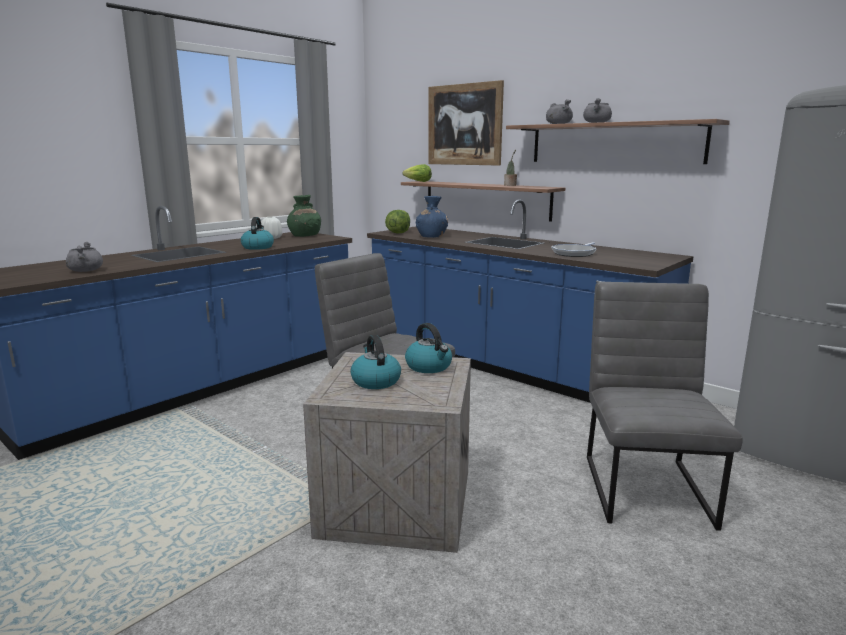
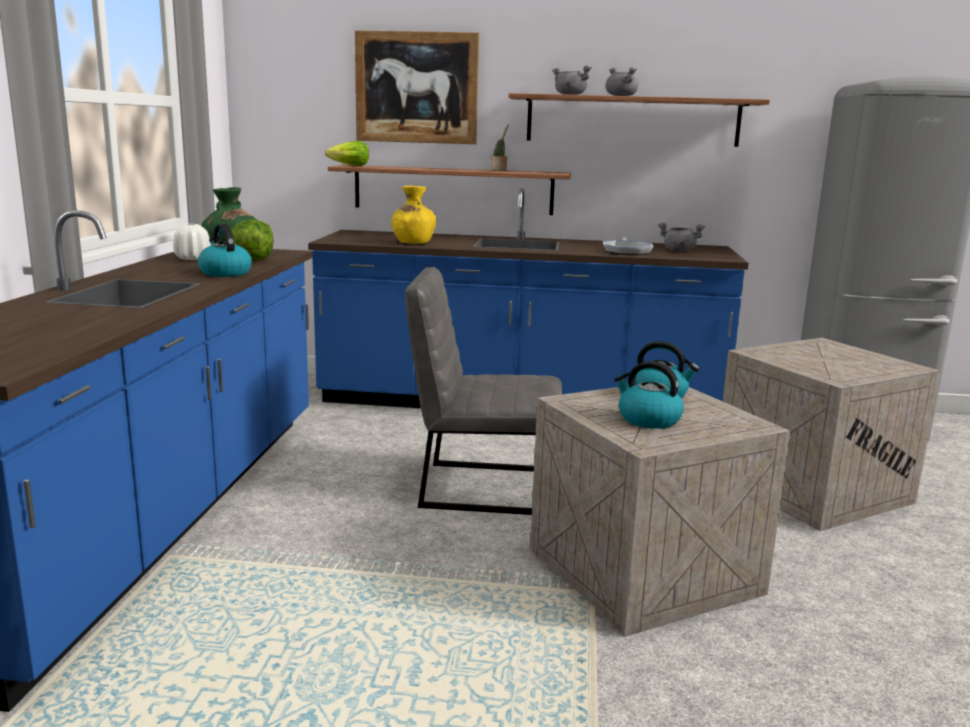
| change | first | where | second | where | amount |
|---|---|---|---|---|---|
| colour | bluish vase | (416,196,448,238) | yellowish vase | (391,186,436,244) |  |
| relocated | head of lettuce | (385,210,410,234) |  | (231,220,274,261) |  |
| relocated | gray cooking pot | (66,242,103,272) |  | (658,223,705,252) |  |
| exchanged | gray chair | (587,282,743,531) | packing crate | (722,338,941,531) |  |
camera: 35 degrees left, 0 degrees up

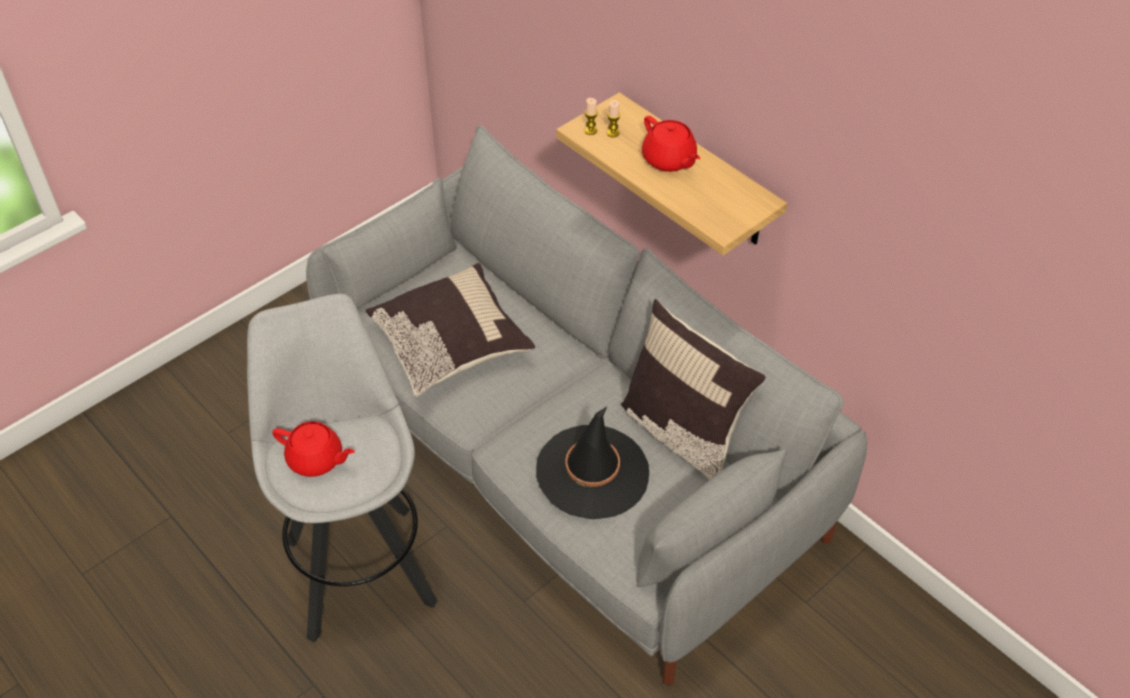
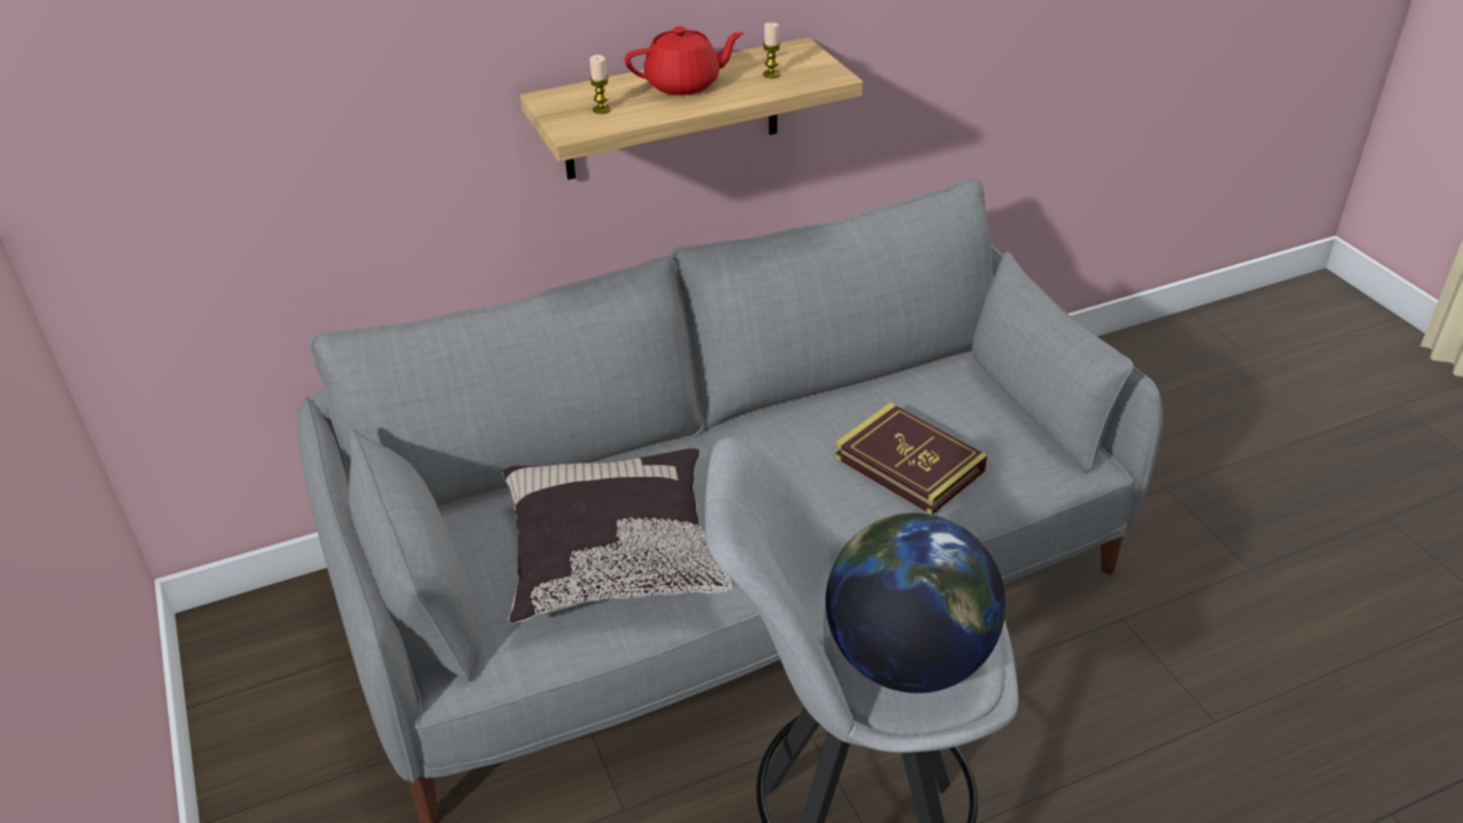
| change | first | where | second | where | amount |
|---|---|---|---|---|---|
| relocated | wax candle | (585,98,598,135) |  | (763,23,781,78) |  |
| missing | throw pillow | (621,299,766,480) |  |  |  |
| exchanged | black clothing hat | (536,406,649,519) | volume | (835,403,987,515) |  |
| exchanged | red tea pot | (273,421,355,477) | world globe | (826,513,1006,693) |  |
camera: 70 degrees left, 10 degrees down

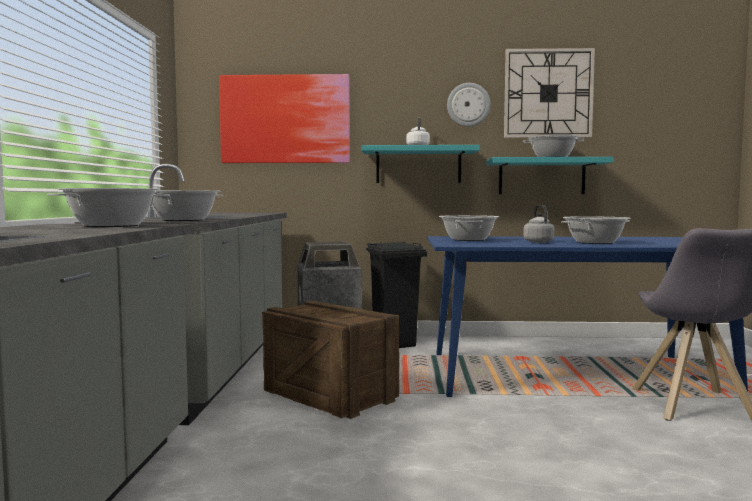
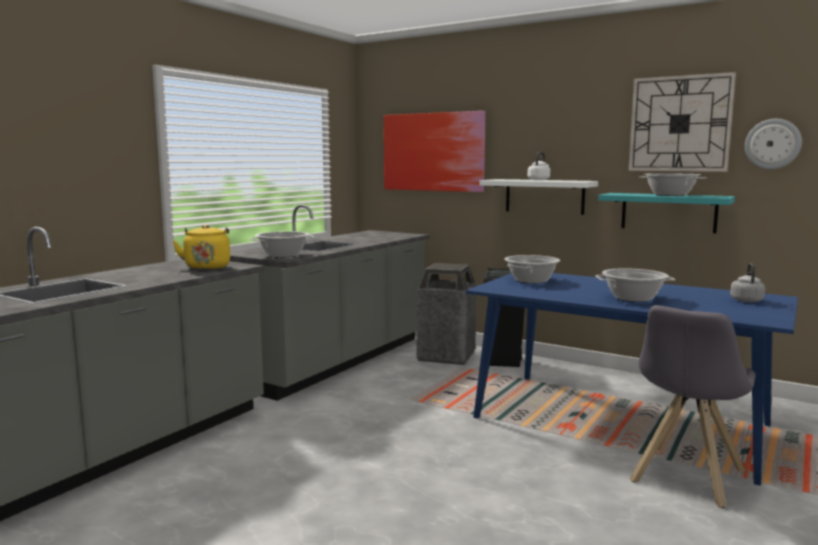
| change | first | where | second | where | amount |
|---|---|---|---|---|---|
| relocated | clock on the wall | (447,83,490,127) |  | (745,119,802,169) |  |
| colour | turquoise-coloured wall shelf | (361,145,480,183) | white-coloured wall shelf | (479,179,598,215) |  |
| exchanged | cooking pot | (47,188,169,227) | yellowish kettle | (173,225,230,270) |  |
| relocated | gray kettle | (523,205,554,243) |  | (730,263,766,303) |  |
| missing | packing crate | (262,301,399,419) |  |  |  |
camera: 30 degrees right, 5 degrees up

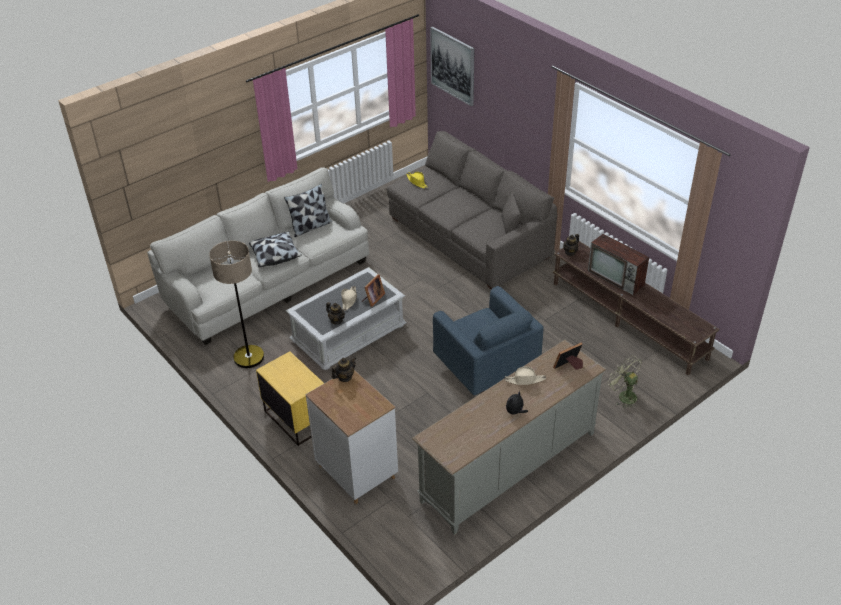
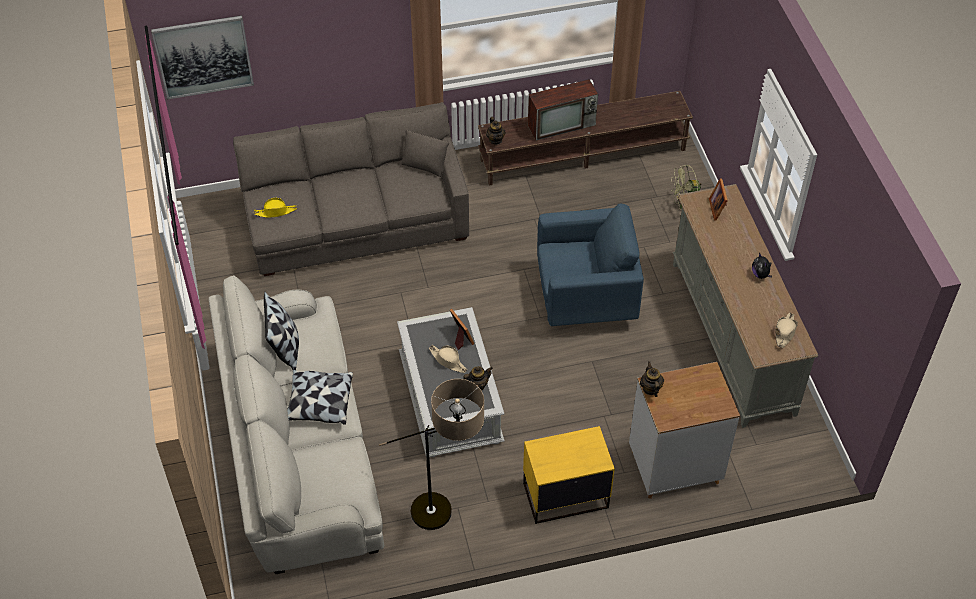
| change | first | where | second | where | amount |
|---|---|---|---|---|---|
| relocated | beige-coloured clothing hat | (505,366,546,385) |  | (775,313,798,348) |  |
camera: 65 degrees left, 10 degrees up

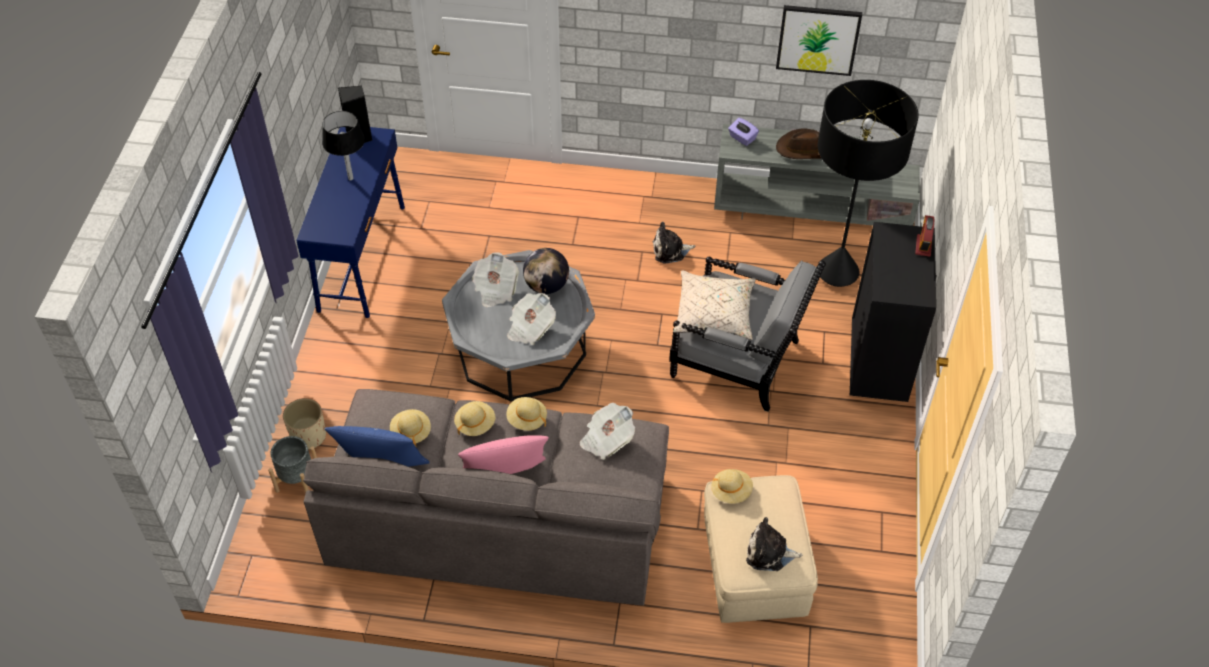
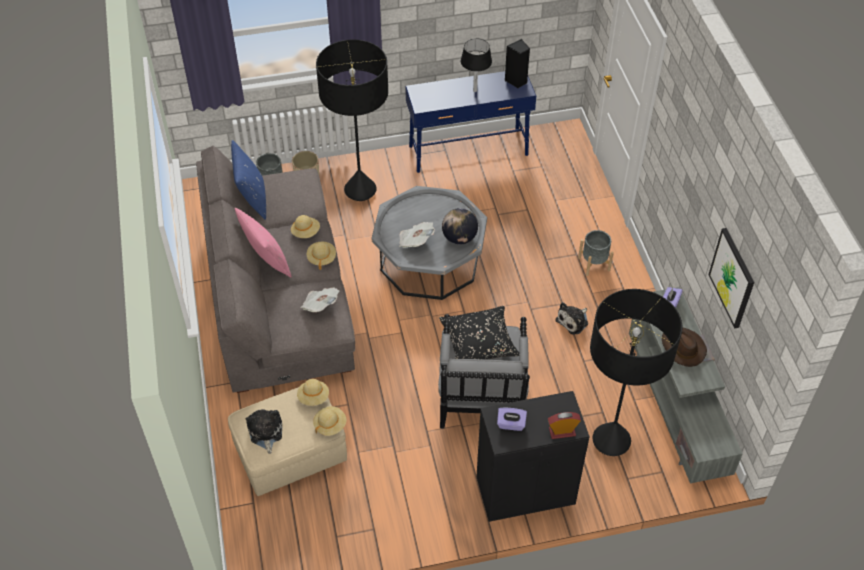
| change | first | where | second | where | amount |
|---|---|---|---|---|---|
| spun | soft toy | (653,222,695,263) |  | (555,302,588,335) | 105 degrees counterclockwise |
| missing | printed paper | (472,252,519,307) |  |  |  |
| colour | beige-coloured throw pillow | (673,270,756,340) | black throw pillow | (439,306,519,360) |  |
| relocated | beige-coloured clothing hat | (390,409,431,446) |  | (313,406,346,436) |  |
| appeared |  |  | black floor lamp | (316,39,388,201) |  |
| appeared |  |  | gray flower pot | (578,230,614,276) |  |
| appeared |  |  | purplish tissue holder | (497,407,527,431) |  |
camera: 70 degrees right, 0 degrees up

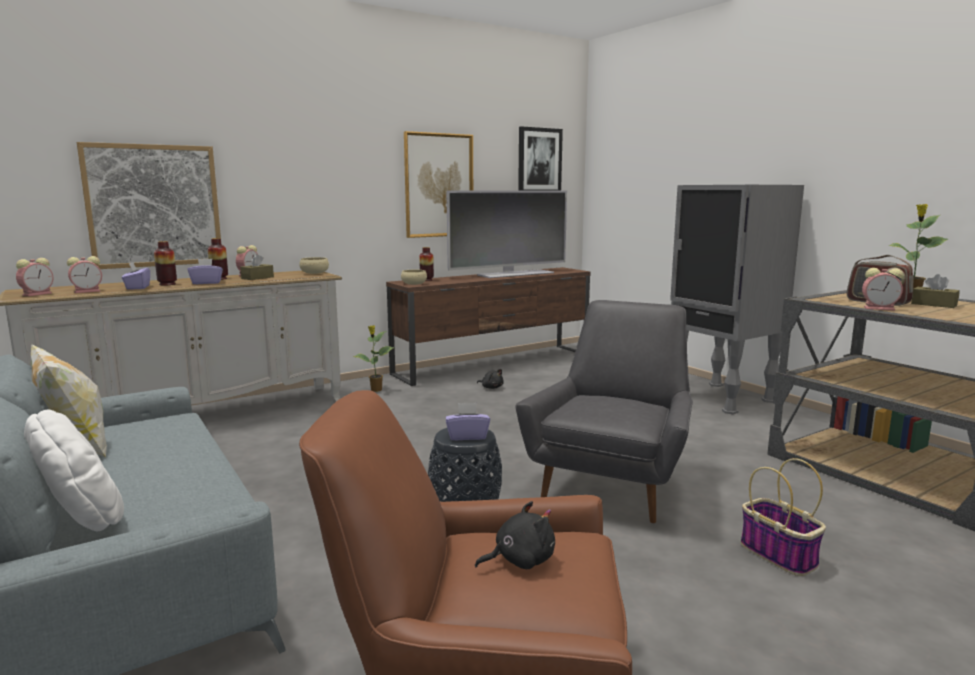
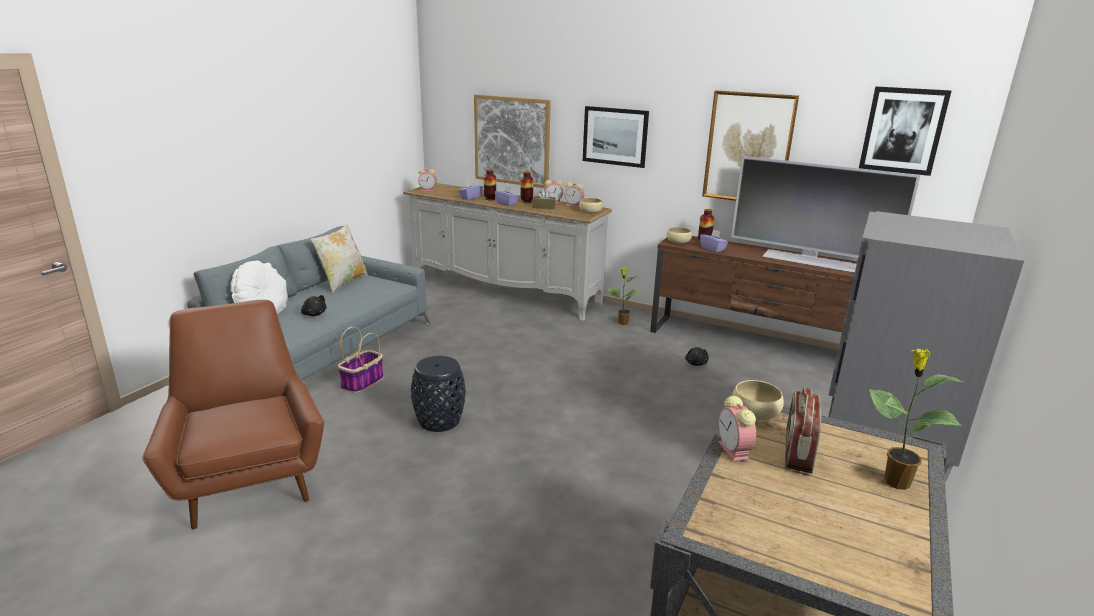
| change | first | where | second | where | amount |
|---|---|---|---|---|---|
| relocated | table clock | (67,256,102,293) |  | (564,182,584,207) |  |
| missing | brownish tissue holder | (911,274,960,308) |  |  |  |
| missing | gray armchair | (515,300,693,524) |  |  |  |
| relocated | purplish tissue holder | (446,403,490,440) |  | (700,229,728,252) |  |
| relocated | storage basket | (741,458,826,576) |  | (338,327,384,393) |  |
| relocated | black soft toy | (475,501,555,569) |  | (301,295,327,316) |  |
| appeared |  |  | wall art | (583,106,649,168) |  |
| appeared |  |  | beige-coloured serving bowl | (732,380,784,420) |  |
camera: 60 degrees right, 10 degrees up

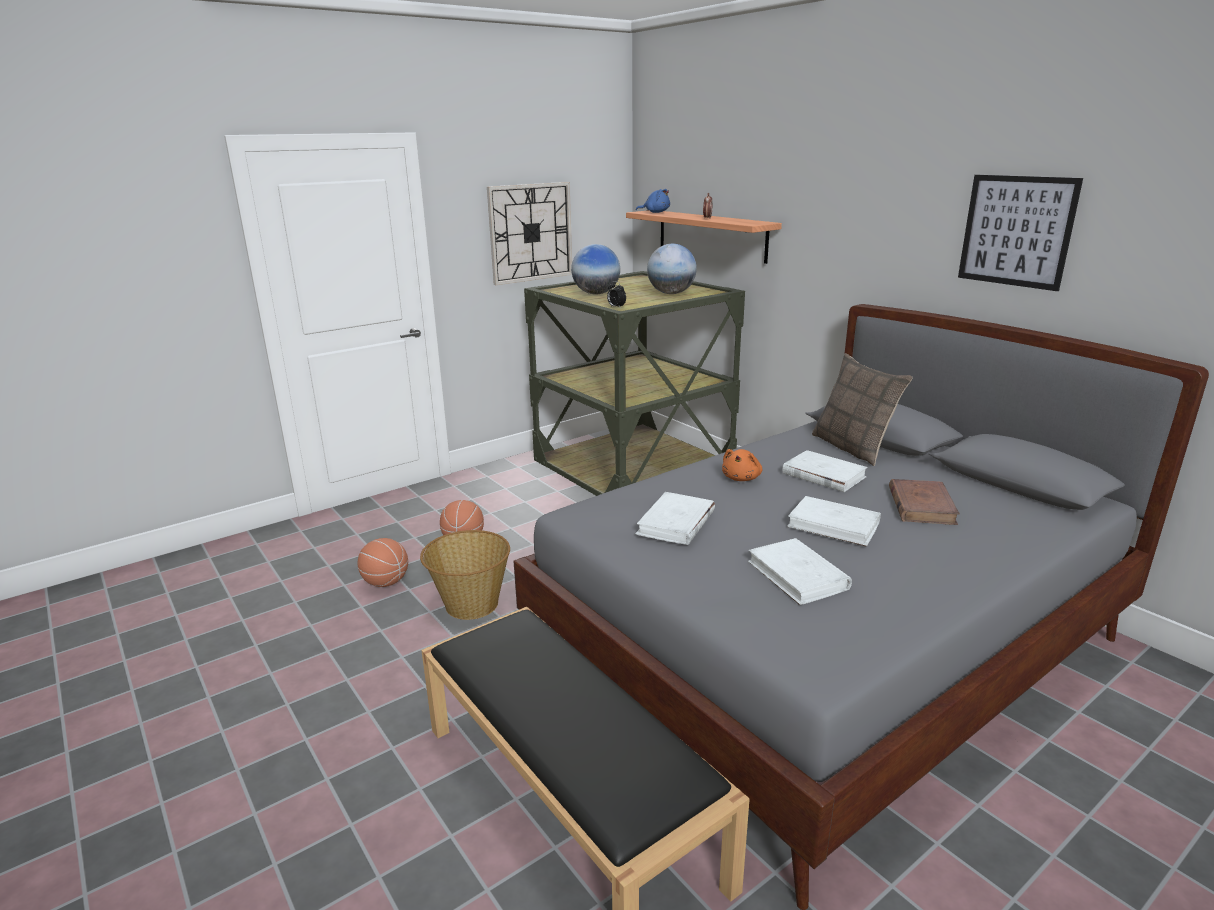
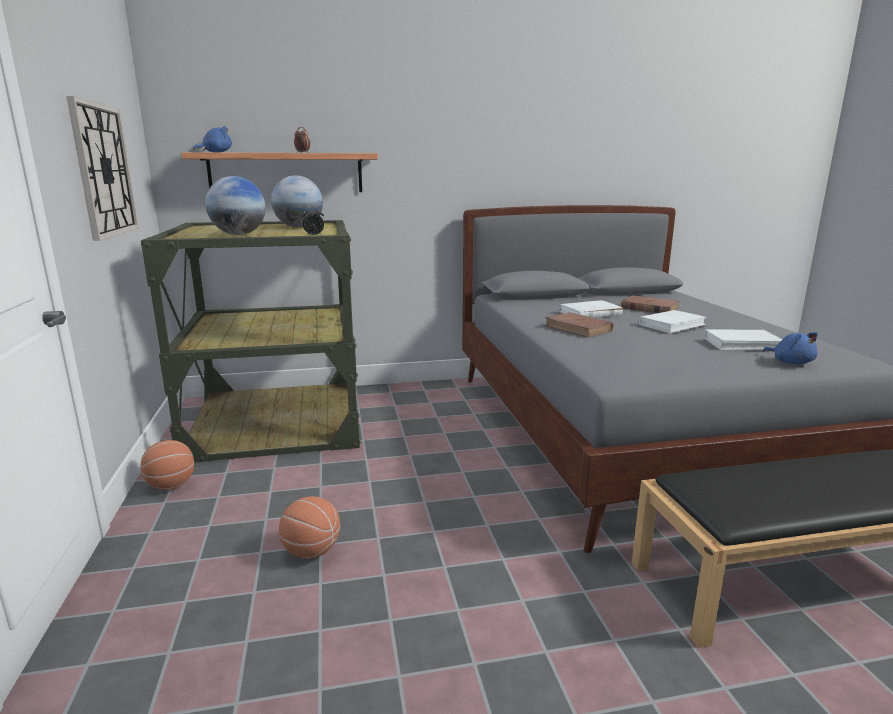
| change | first | where | second | where | amount |
|---|---|---|---|---|---|
| missing | wall art | (958,175,1083,291) |  |  |  |
| missing | throw pillow | (812,353,913,466) |  |  |  |
| exchanged | orangey soft toy | (722,449,762,481) | brownish volume | (545,312,614,338) |  |
| missing | white-coloured volume | (635,492,715,545) |  |  |  |
| missing | storage basket | (420,530,510,620) |  |  |  |
| relocated | ball for basketball | (357,538,408,587) |  | (140,440,194,490) |  |
| appeared |  |  | bluish soft toy | (763,332,818,364) |  |
camera: 65 degrees left, 5 degrees down

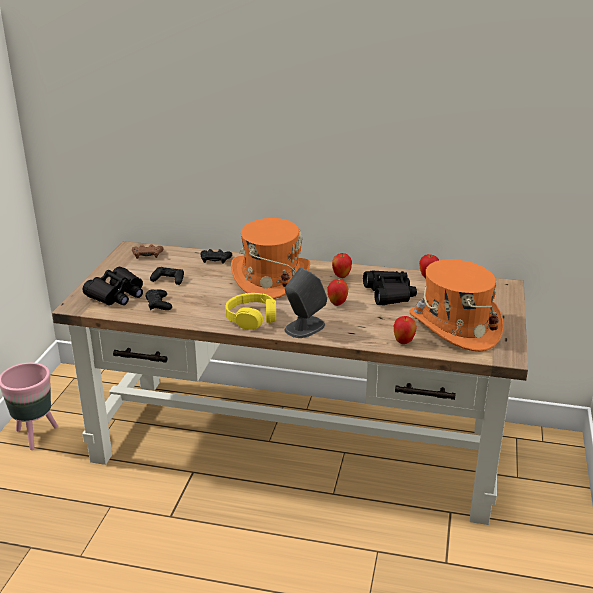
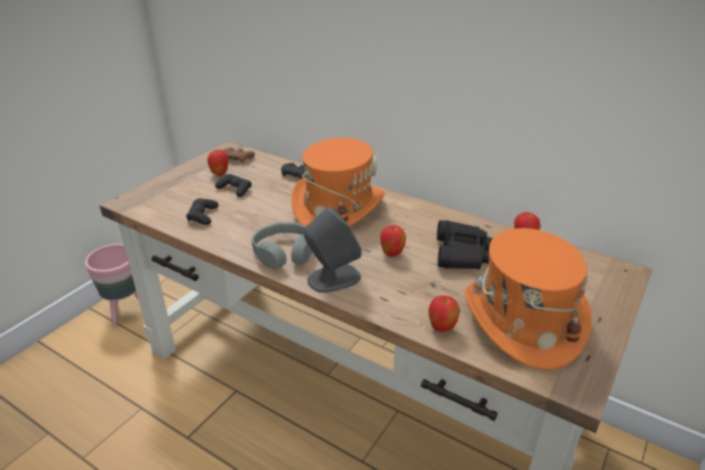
| change | first | where | second | where | amount |
|---|---|---|---|---|---|
| relocated | apple | (332,253,352,278) |  | (207,150,228,176) |  |
| missing | black pair of binoculars | (83,267,143,305) |  |  |  |
| colour | yellowish pair of headphones | (225,293,276,330) | gray pair of headphones | (252,222,313,269) |  |
camera: 20 degrees right, 5 degrees up

